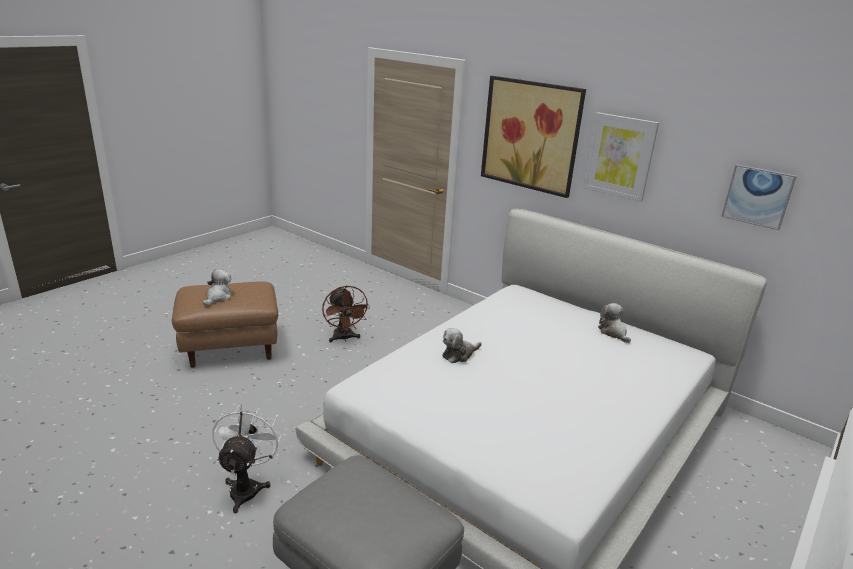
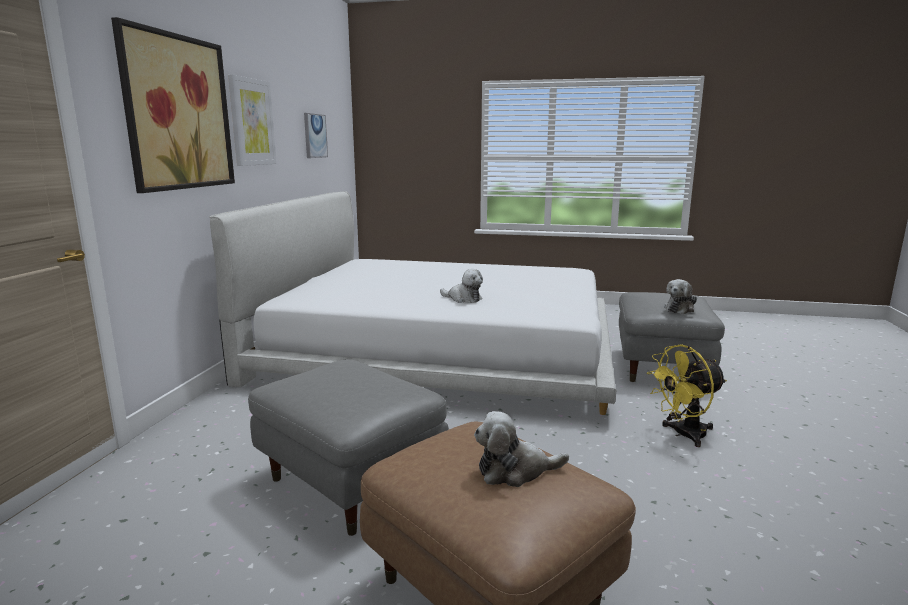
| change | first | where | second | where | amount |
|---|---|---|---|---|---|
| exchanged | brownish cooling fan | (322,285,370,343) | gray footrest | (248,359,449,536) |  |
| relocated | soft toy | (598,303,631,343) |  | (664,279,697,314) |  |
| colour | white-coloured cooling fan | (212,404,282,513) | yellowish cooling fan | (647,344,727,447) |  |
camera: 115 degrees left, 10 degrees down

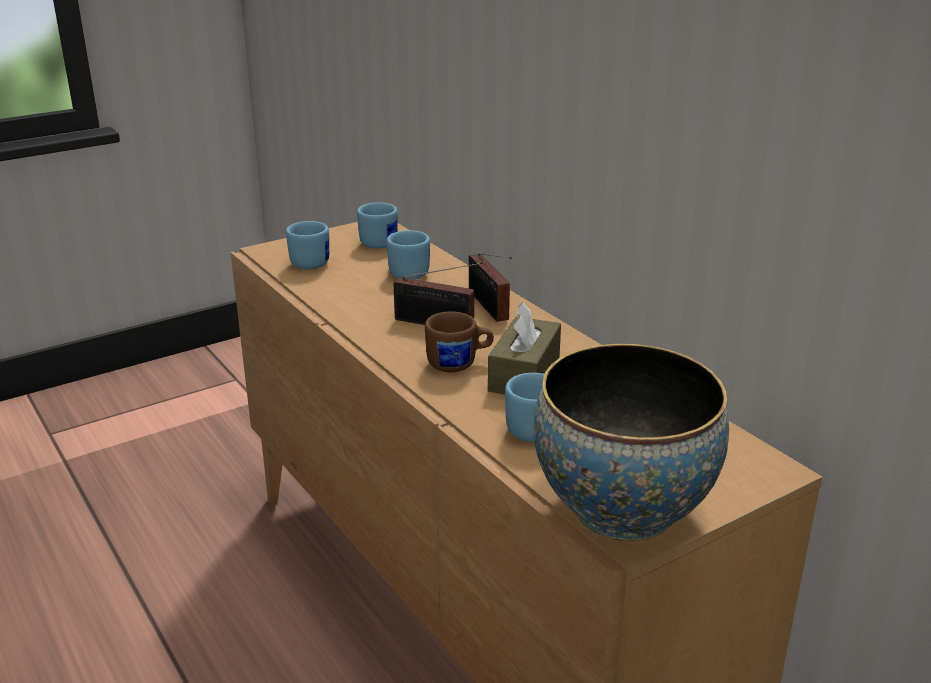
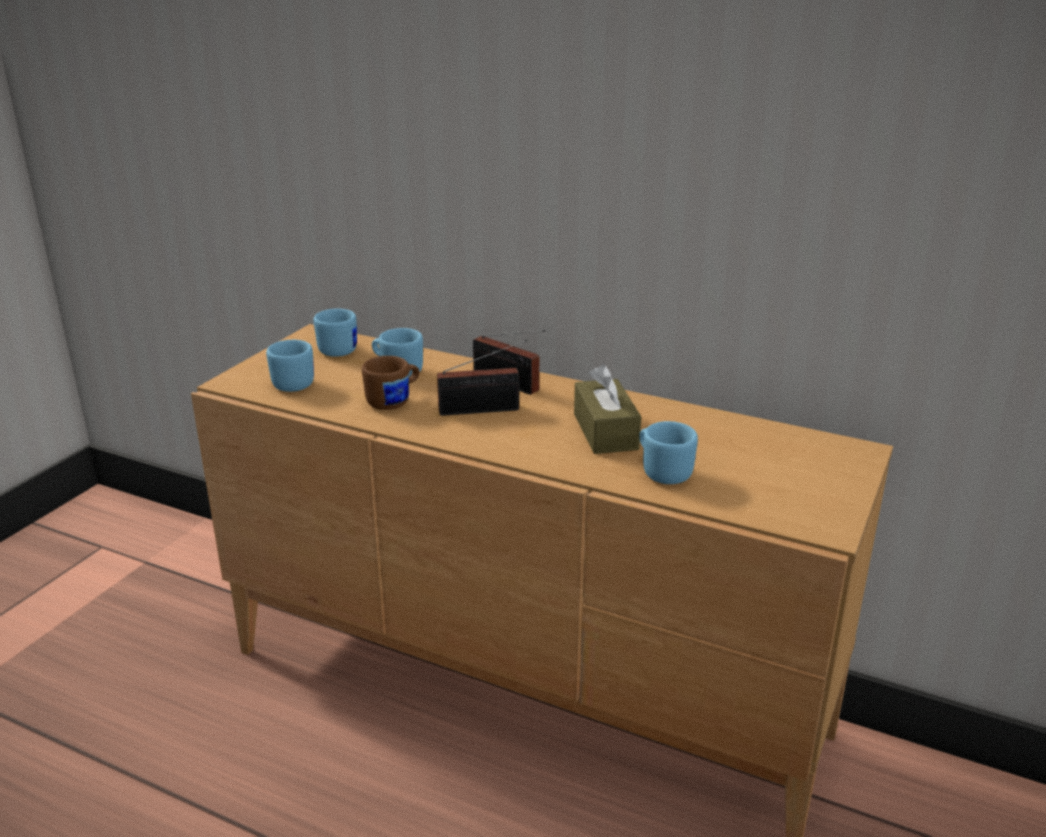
| change | first | where | second | where | amount |
|---|---|---|---|---|---|
| relocated | brownish tea mug | (425,311,494,372) |  | (362,356,420,410) |  |
| missing | serving bowl | (534,344,729,542) |  |  |  |
camera: 30 degrees left, 0 degrees up

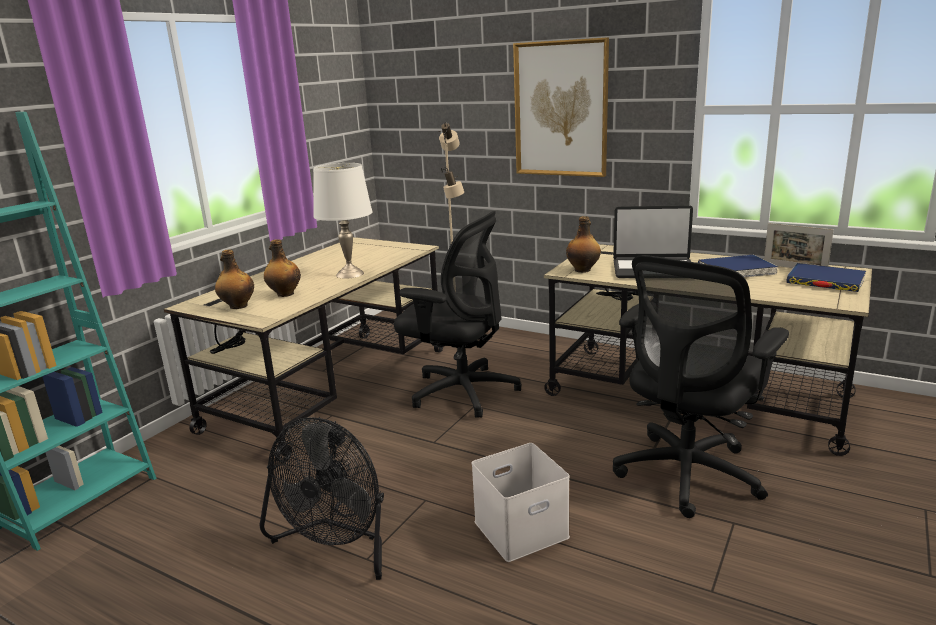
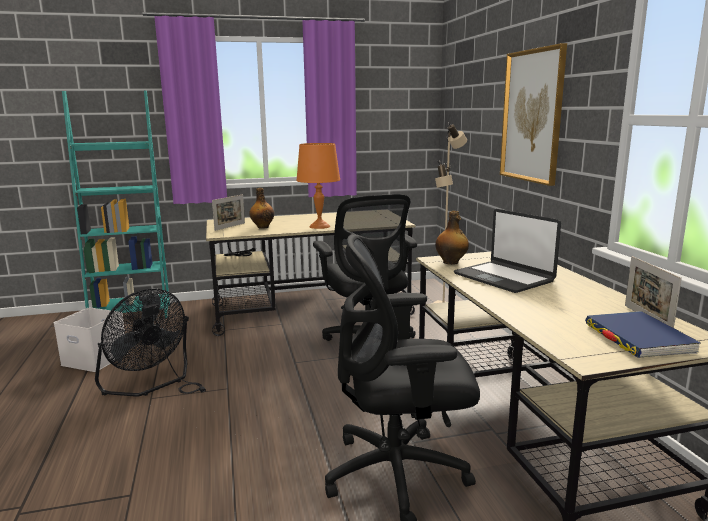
| change | first | where | second | where | amount |
|---|---|---|---|---|---|
| colour | white-coloured lamp for a table | (313,163,372,279) | orangey lamp for a table | (296,143,340,229) |  |
| exchanged | beverage bottle | (215,250,254,309) | photo frame | (212,194,245,231) |  |
| missing | bluish volume | (698,255,778,277) |  |  |  |
| spun | black cooling fan | (260,417,384,580) |  | (95,289,206,397) | 60 degrees clockwise |
| relocated | white-coloured storage bin | (472,443,570,562) |  | (54,308,128,372) |  |
camera: 45 degrees right, 5 degrees down

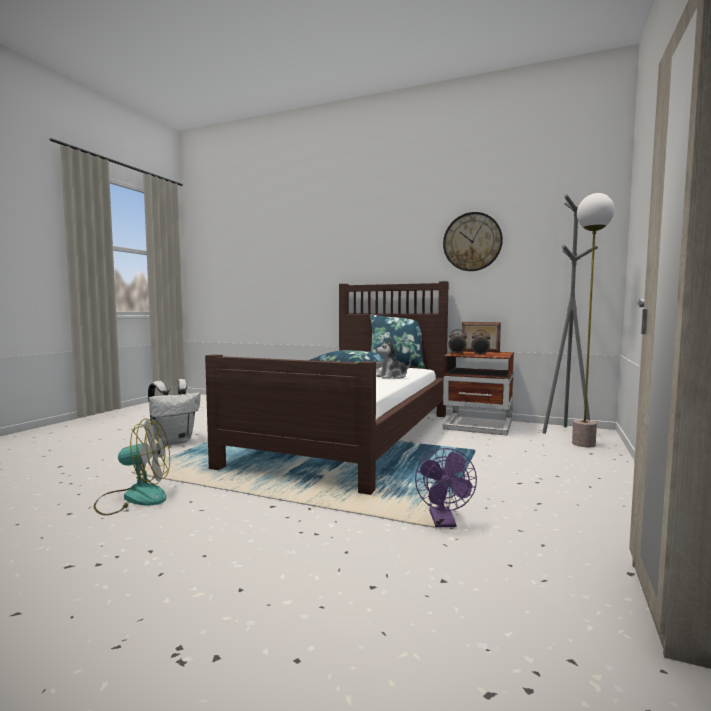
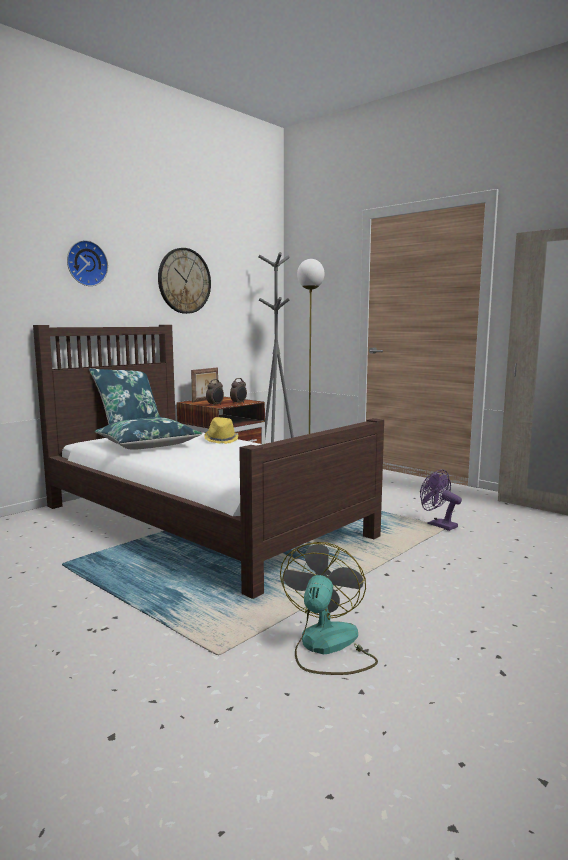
| change | first | where | second | where | amount |
|---|---|---|---|---|---|
| exchanged | soft toy | (376,338,411,379) | yellowish clothing hat | (204,417,239,444) |  |
| missing | white-coloured knapsack | (148,379,200,445) |  |  |  |
| spun | purplish cooling fan | (415,448,477,527) |  | (420,469,462,531) | 150 degrees counterclockwise |
| appeared |  |  | clock on the wall | (67,240,108,286) |  |
camera: 70 degrees left, 5 degrees up

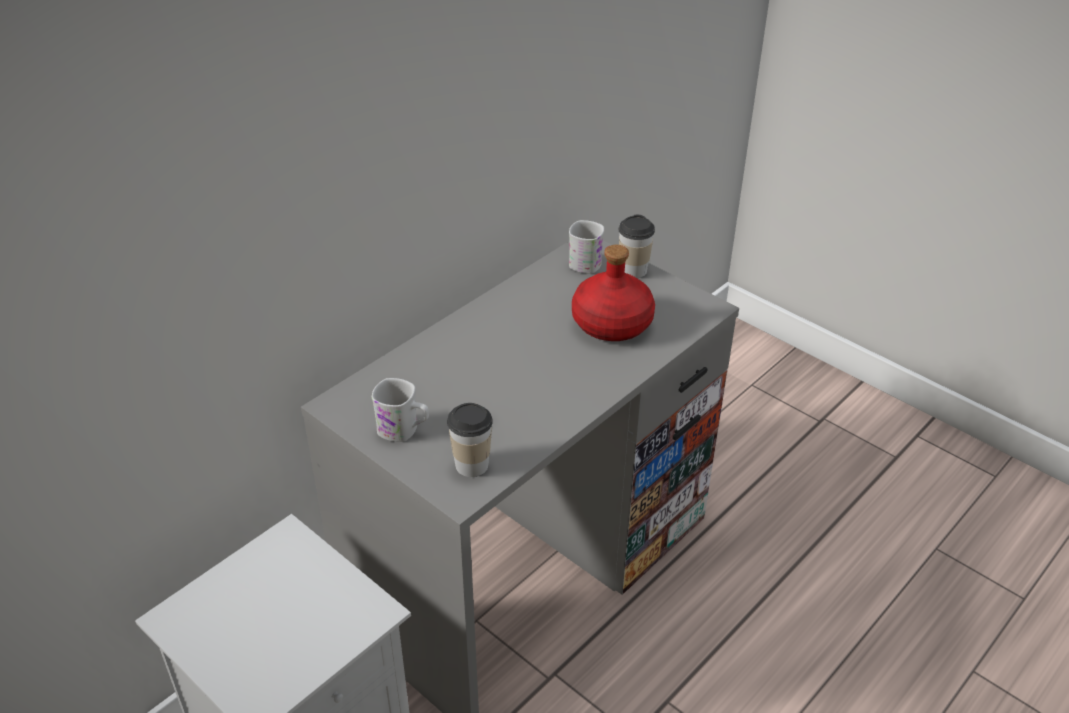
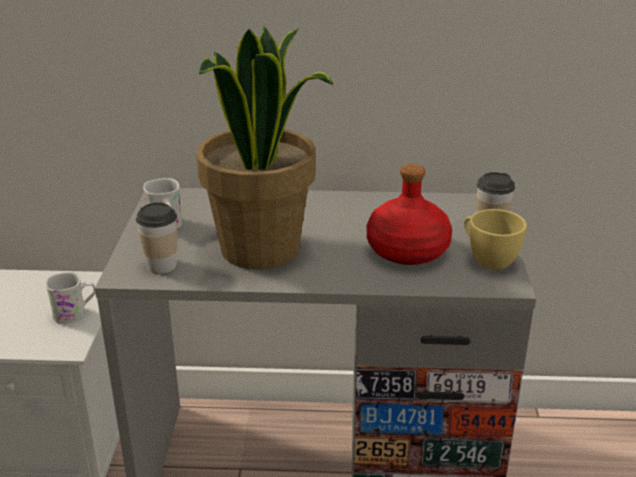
| change | first | where | second | where | amount |
|---|---|---|---|---|---|
| relocated | white-coloured tea mug | (569,220,604,273) |  | (46,272,95,324) |  |
| appeared |  |  | potted plant | (196,26,333,269) |  |
| appeared |  |  | yellowish small cup | (464,209,527,270) |  |
camera: 50 degrees right, 10 degrees down

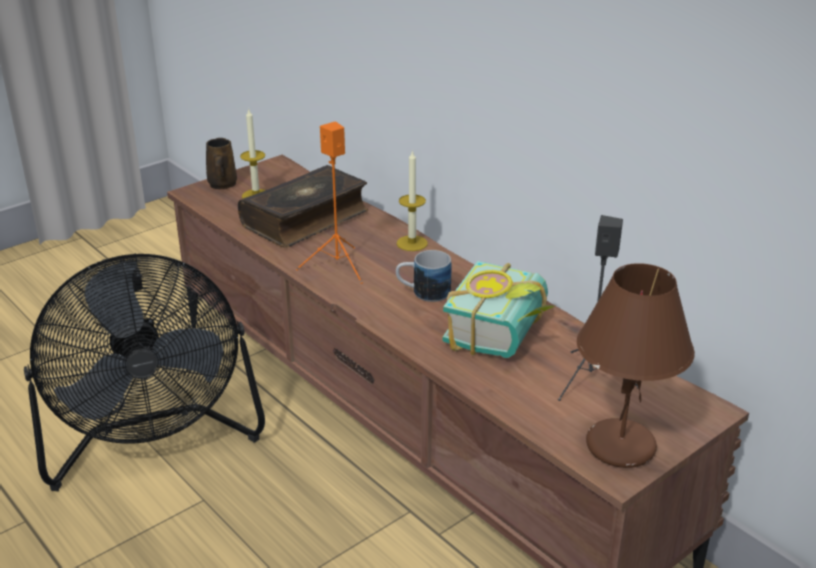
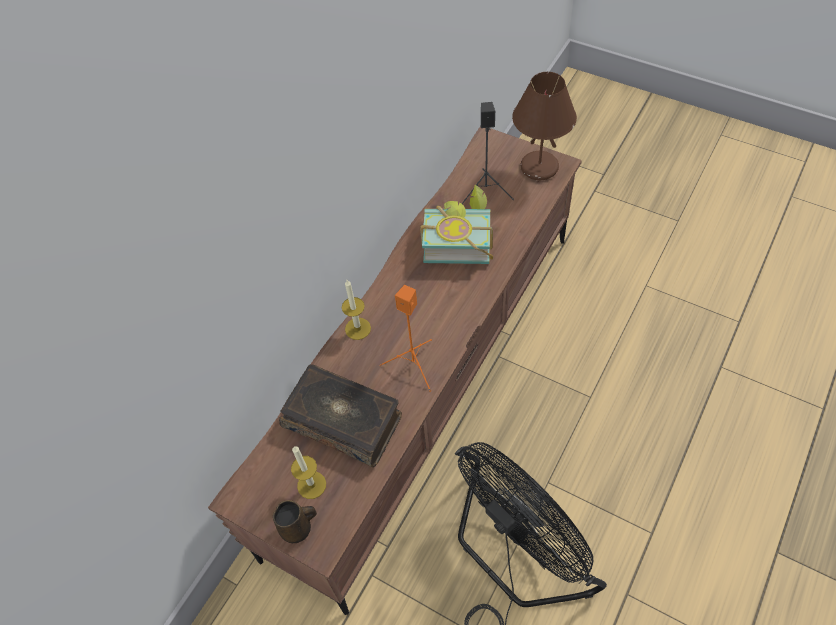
| change | first | where | second | where | amount |
|---|---|---|---|---|---|
| missing | tea mug | (396,250,451,302) |  |  |  |
camera: 105 degrees left, 25 degrees up

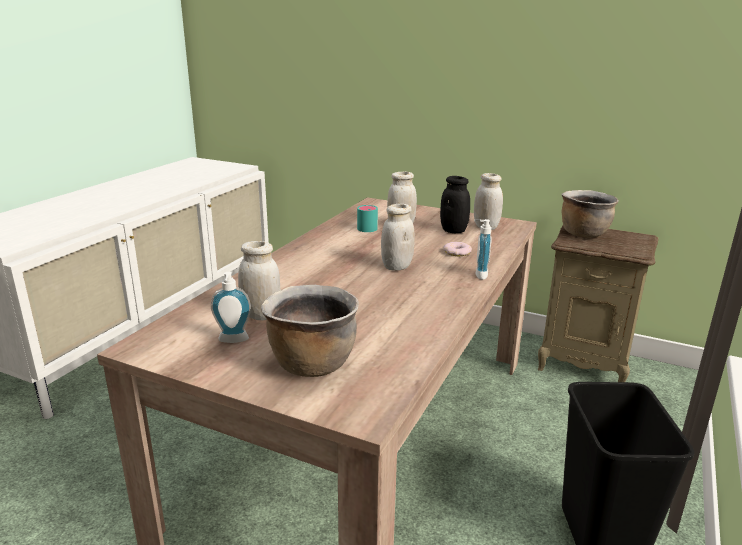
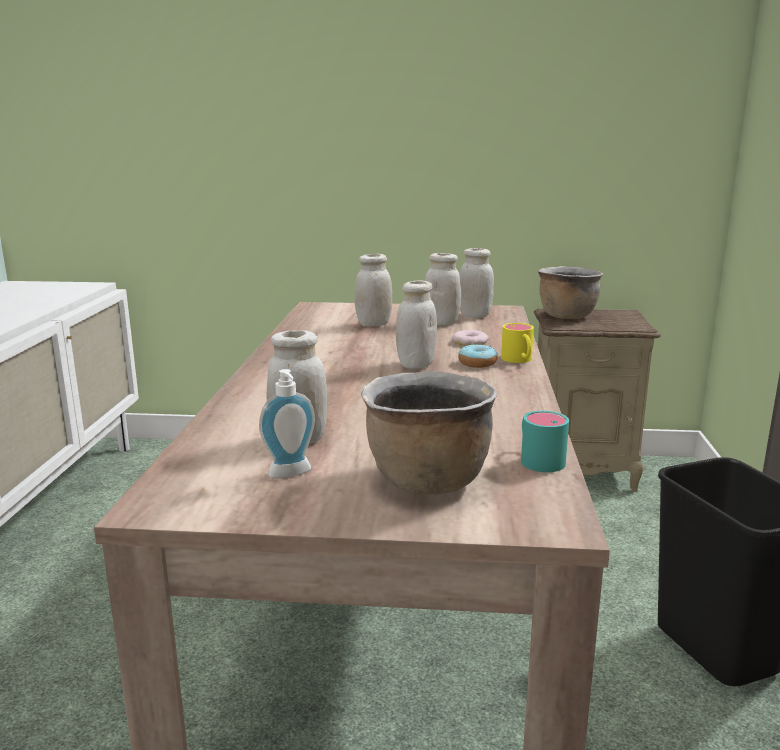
| change | first | where | second | where | amount |
|---|---|---|---|---|---|
| colour | black storage jar | (440,176,470,233) | white-coloured storage jar | (425,253,461,325) |  |
| relocated | turquoise-coloured tea mug | (357,205,378,232) |  | (521,411,569,472) |  |
| exchanged | liquid soap bottle | (474,219,492,280) | yellowish tea mug | (501,323,534,363) |  |
| appeared |  |  | ring doughnut | (458,344,498,368) |  |
camera: 20 degrees left, 5 degrees down

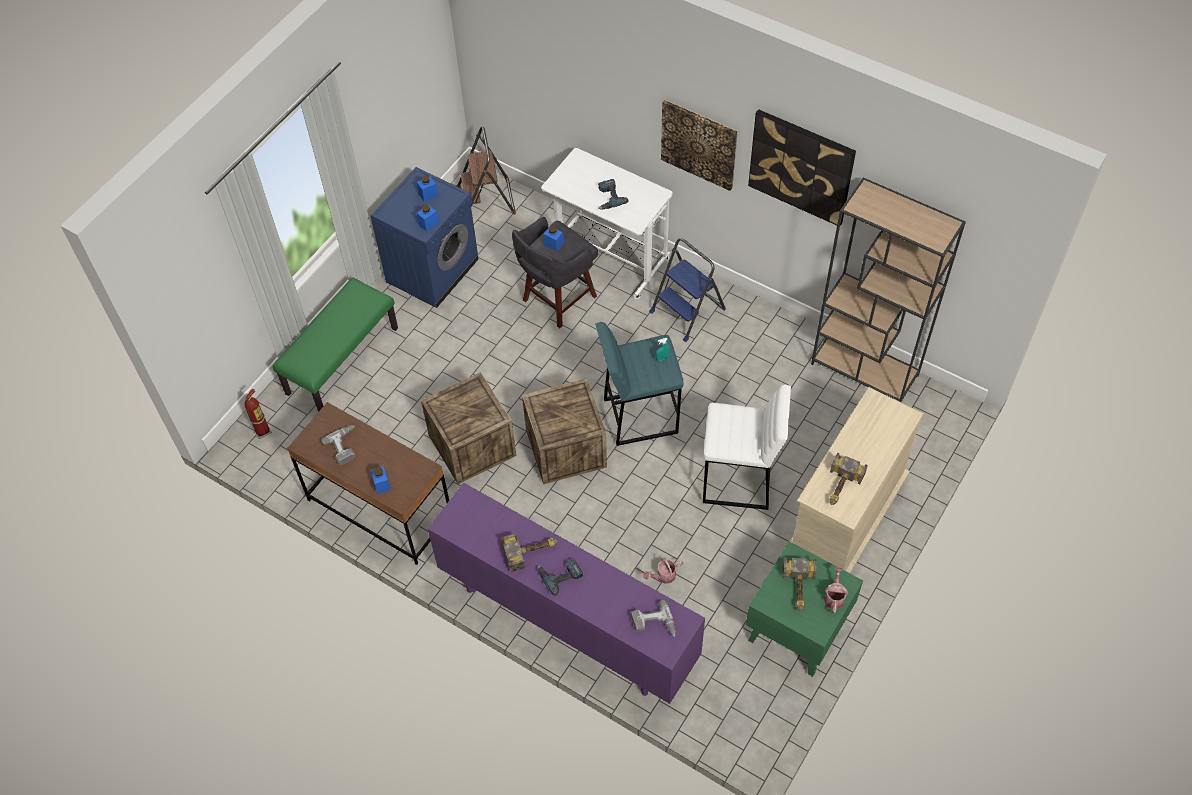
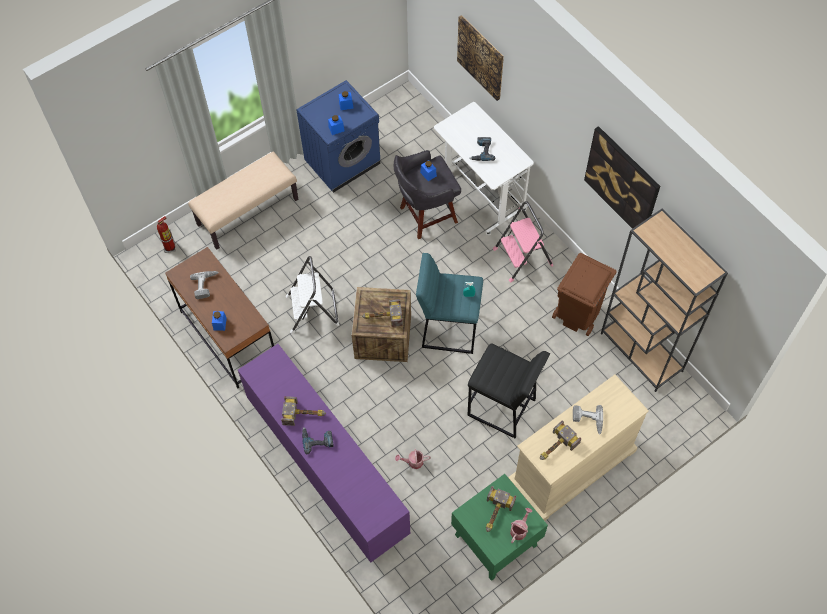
| change | first | where | second | where | amount |
|---|---|---|---|---|---|
| relocated | wall art | (661,100,738,191) |  | (457,15,504,101) |  |
| missing | brownish step stool | (457,127,516,215) |  |  |  |
| colour | bluish step stool | (649,238,726,342) | pink step stool | (493,201,553,282) |  |
| colour | green bench | (273,278,398,412) | beige-coloured bench | (188,151,298,250) |  |
| exchanged | packing crate | (421,372,516,484) | white-coloured step stool | (286,256,339,334) |  |
| colour | white-coloured stool seat | (703,384,791,510) | black stool seat | (467,344,550,438) |  |
| relocated | drill | (631,600,676,636) |  | (573,405,603,435) |  |
| appeared |  |  | brownish waste bin | (552,253,617,336) |  |
| appeared |  |  | hand hammer | (362,299,403,327) |  |
camera: 20 degrees right, 5 degrees up

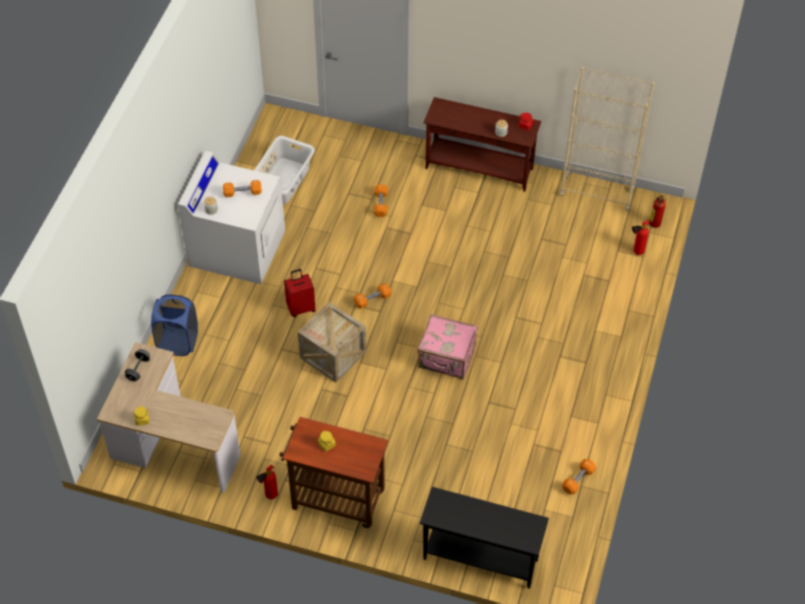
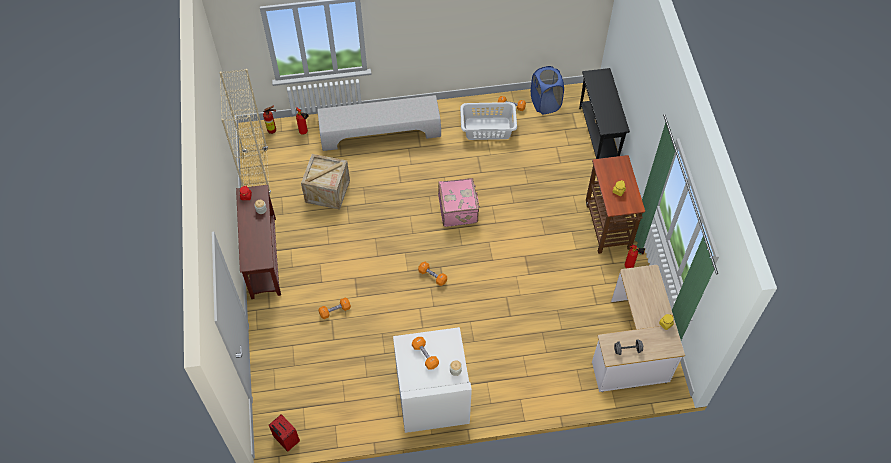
| change | first | where | second | where | amount |
|---|---|---|---|---|---|
| relocated | white-coloured hamper | (254,136,315,204) |  | (460,102,517,140) |  |
| relocated | red piece of luggage | (284,269,316,317) |  | (269,414,300,452) |  |
| relocated | bluish hamper | (151,294,198,356) |  | (531,66,564,114) |  |
| relocated | packing crate | (298,302,366,382) |  | (301,154,350,210) |  |
| appeared |  |  | gray bench | (317,95,441,151) |  |
camera: 115 degrees left, 5 degrees up

